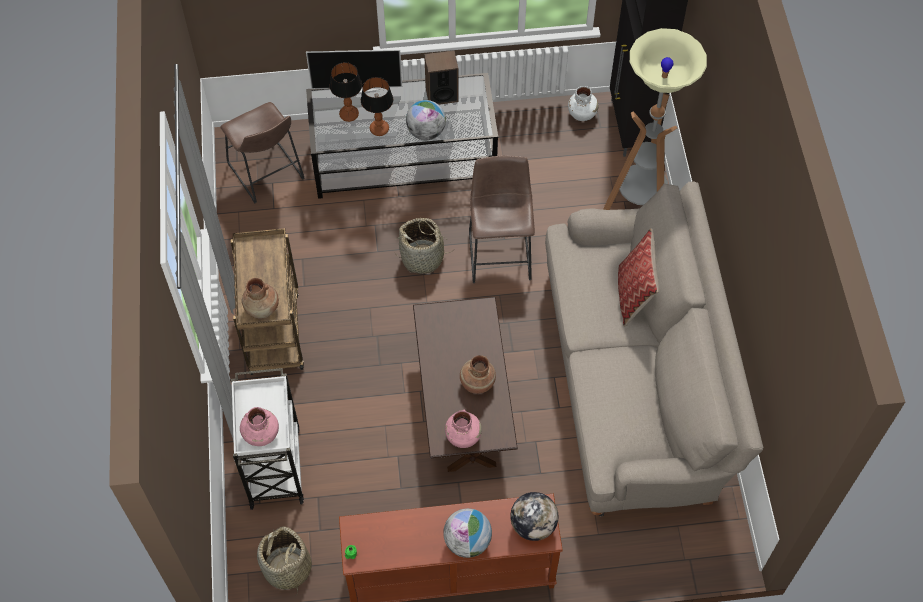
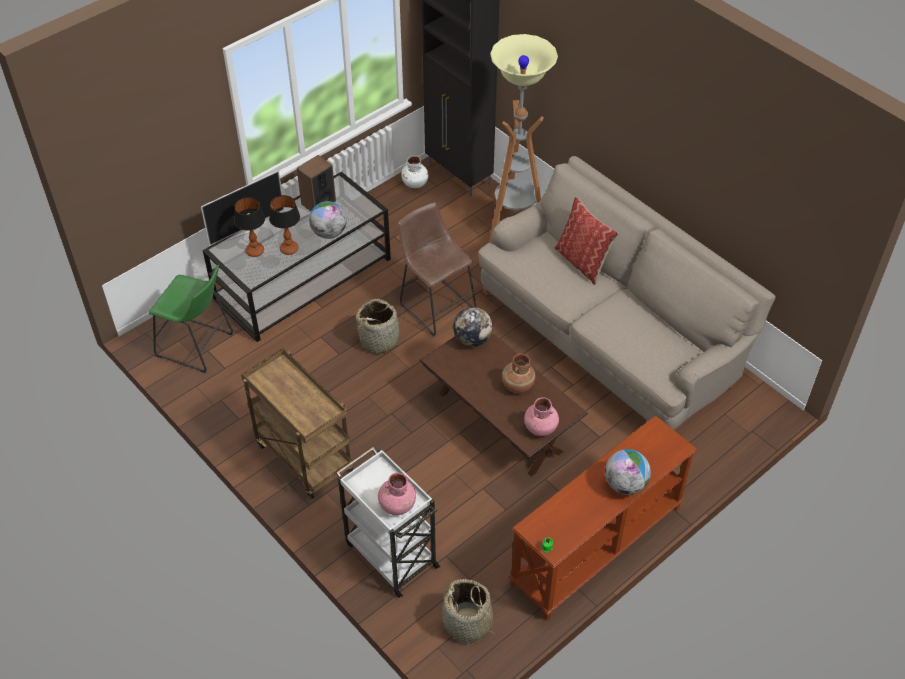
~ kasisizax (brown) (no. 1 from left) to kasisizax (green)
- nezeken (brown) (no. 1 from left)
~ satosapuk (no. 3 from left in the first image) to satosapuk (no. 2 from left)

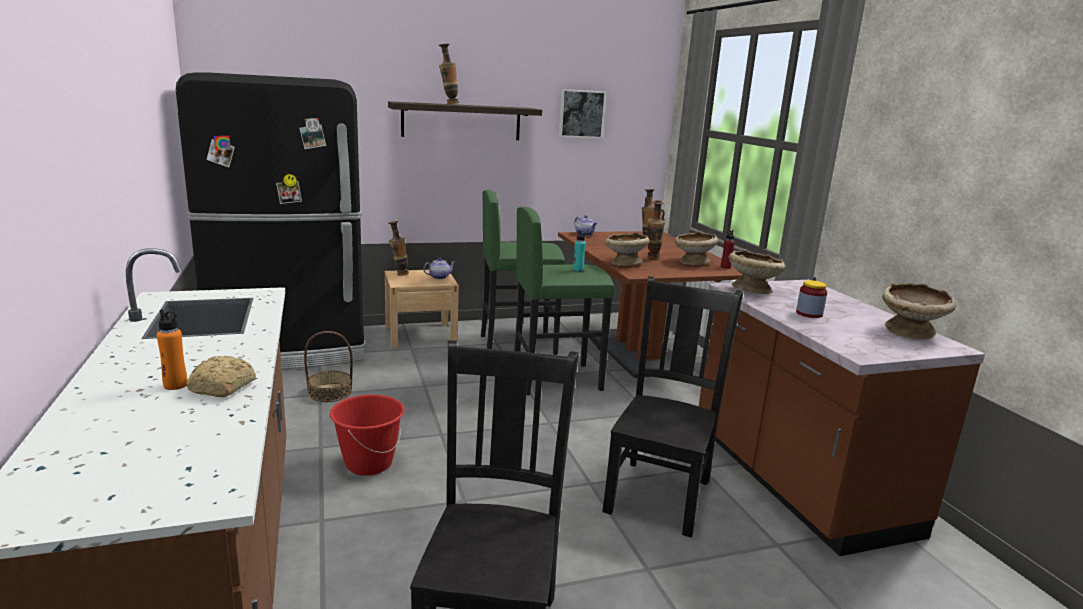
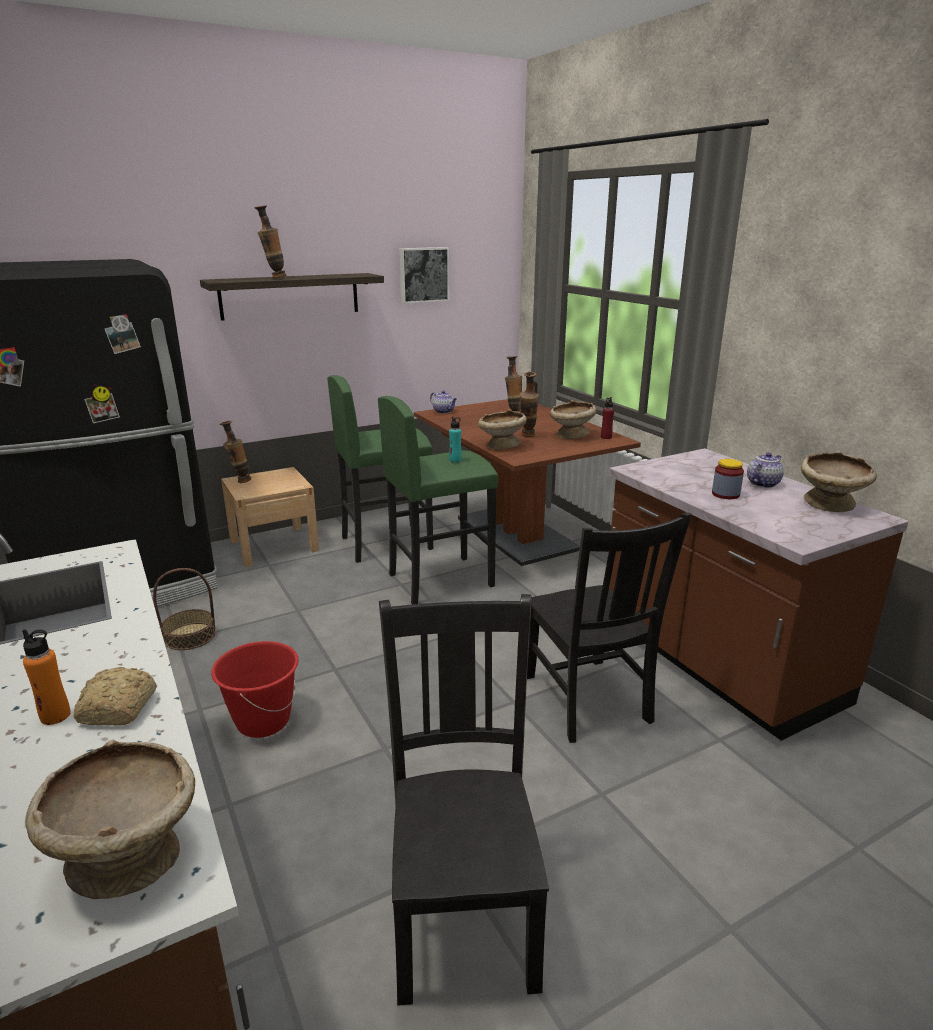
~ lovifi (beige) (no. 3 from left in the first image) to lovifi (beige) (no. 1 from left)
~ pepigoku (no. 1 from left in the first image) to pepigoku (no. 2 from left)
~ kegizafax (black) (no. 2 from left) 150 degrees clockwise

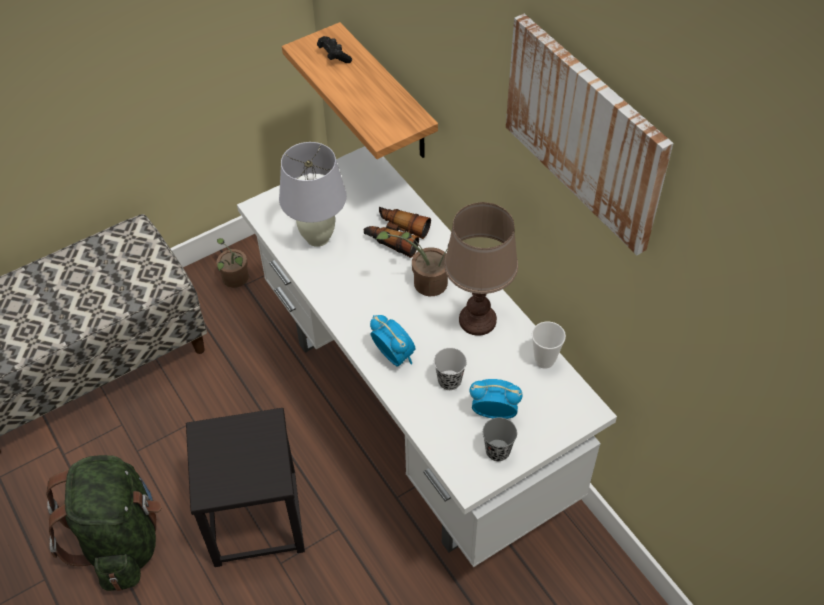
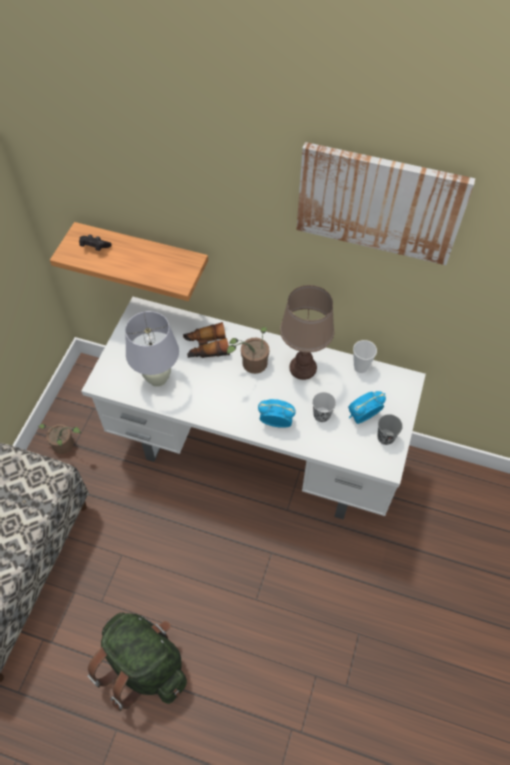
- kasisizax (black)

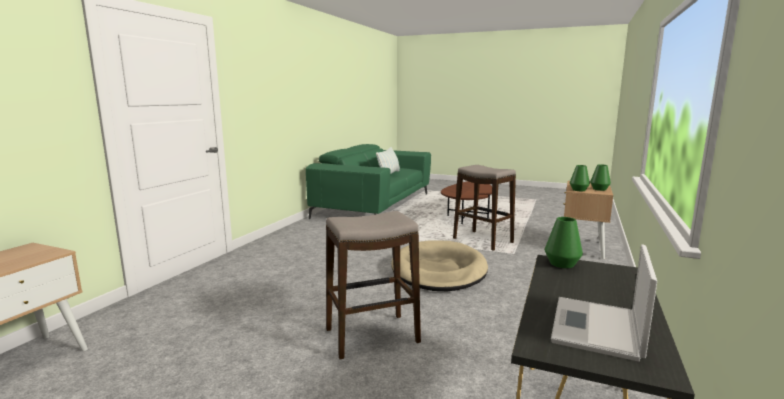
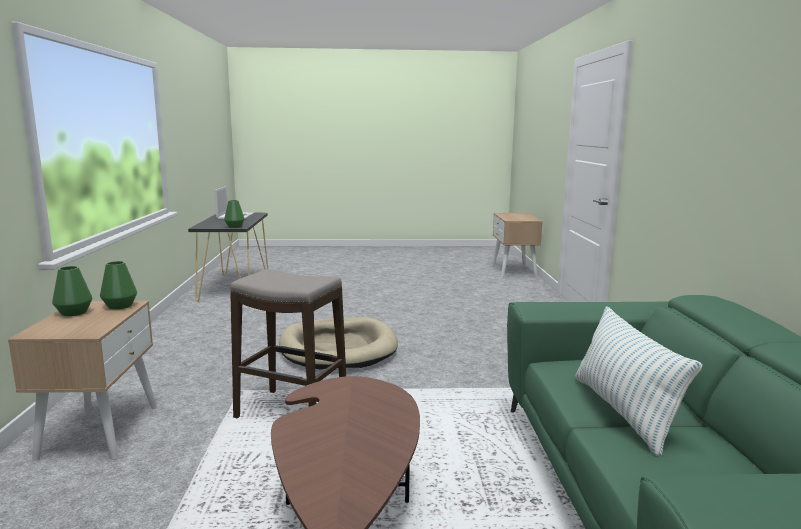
- kasisizax (no. 1 from left)

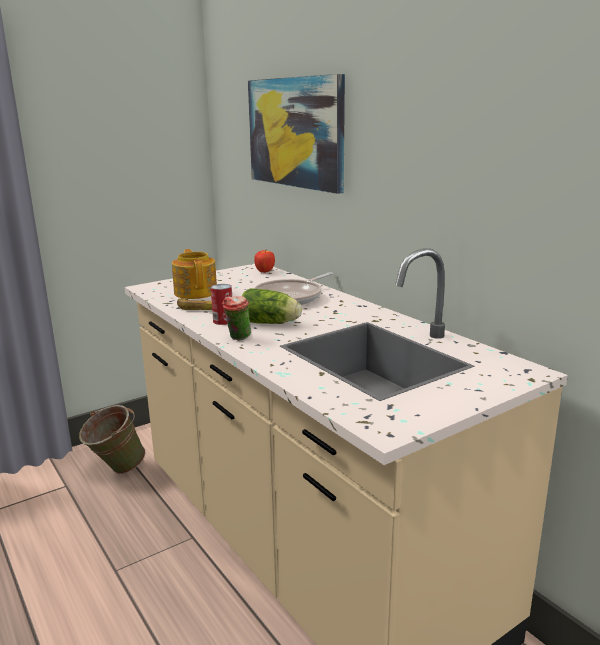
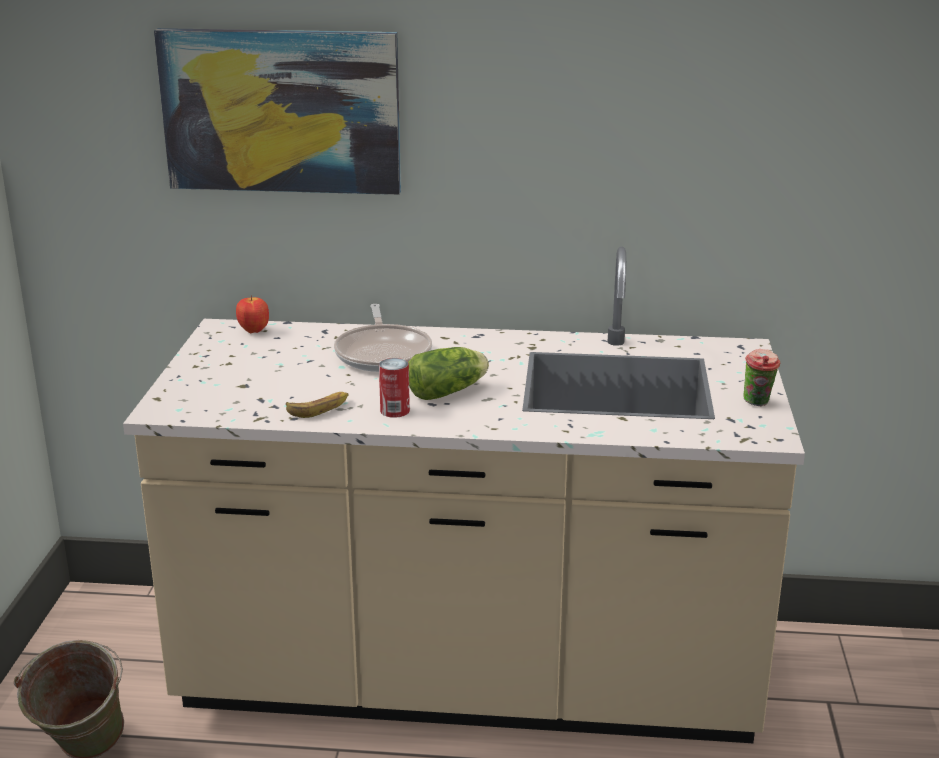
- pepigoku
~ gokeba

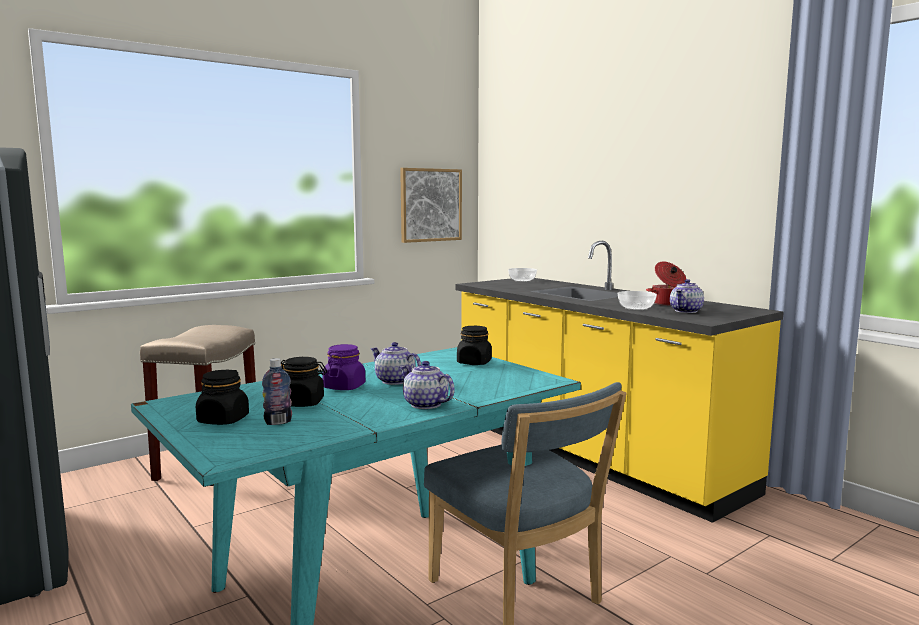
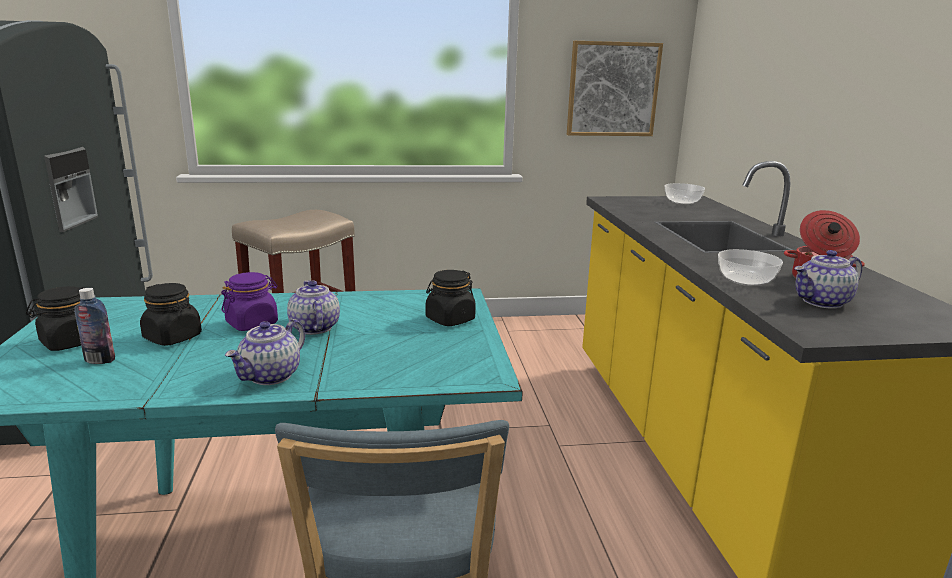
~ pepigoku (no. 2 from left in the first image) 135 degrees counterclockwise

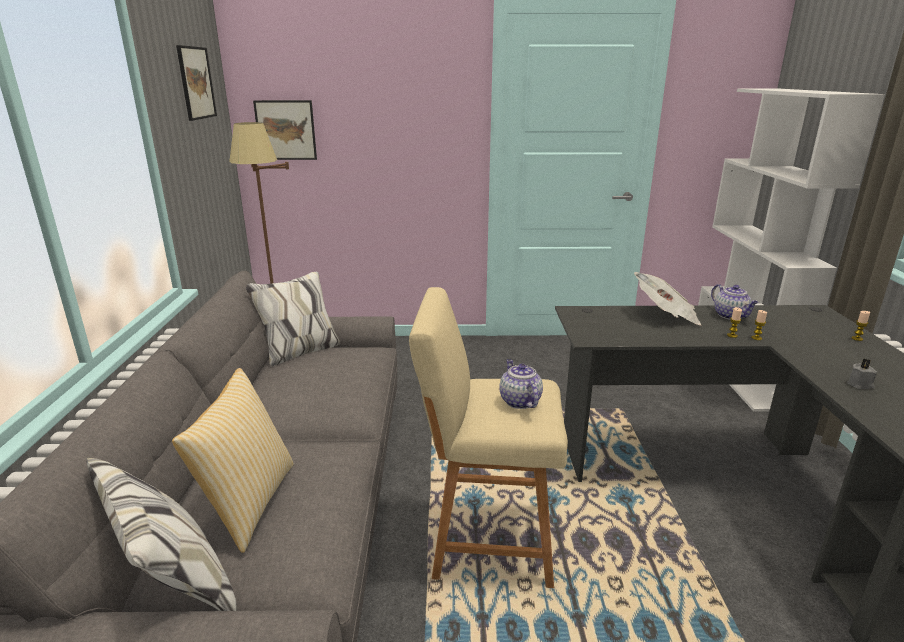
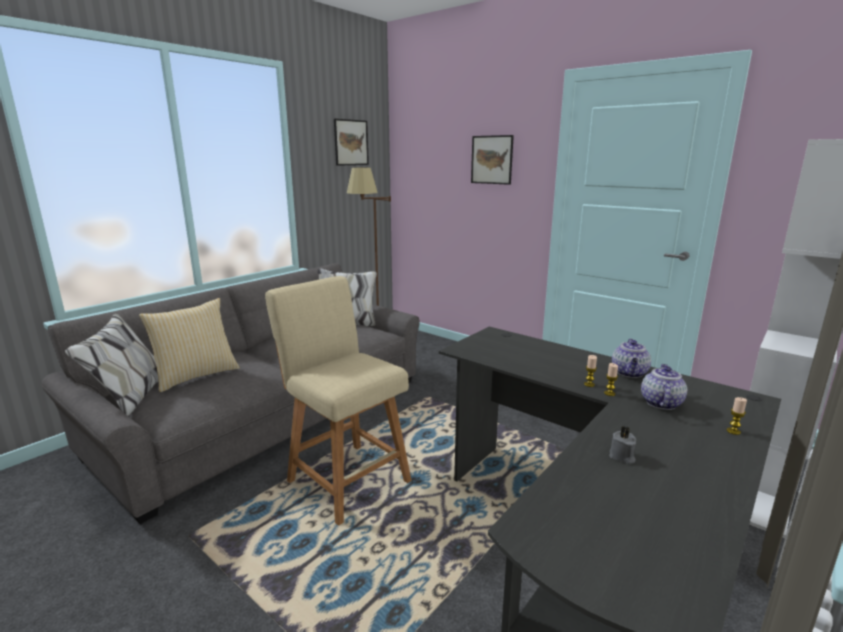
~ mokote (no. 2 from left)
- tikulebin
~ pepigoku (no. 1 from left in the first image) to pepigoku (no. 2 from left)

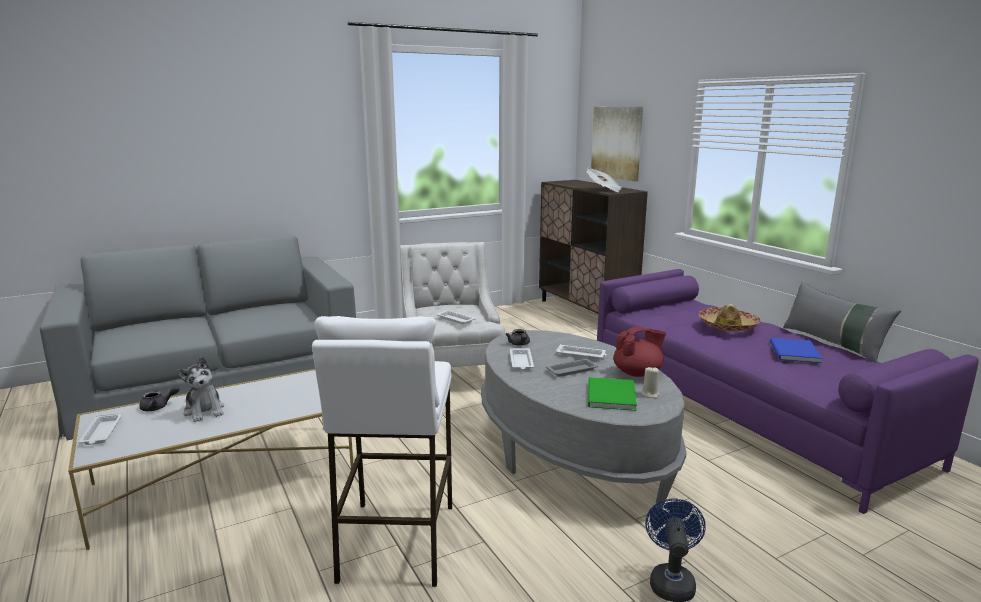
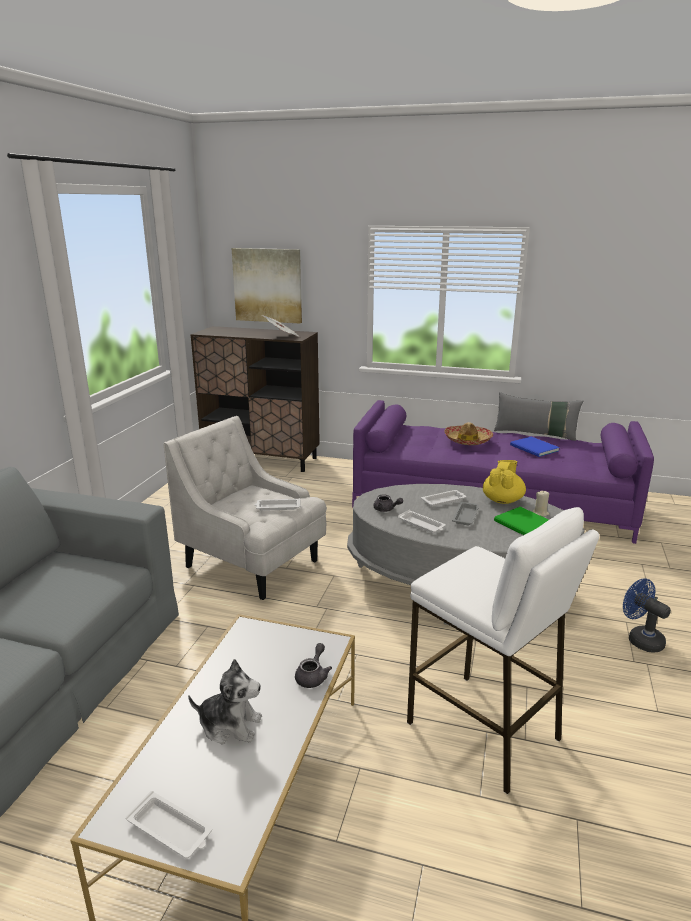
~ pepigoku (red) to pepigoku (yellow)
~ pepigoku (grey) (no. 1 from left)

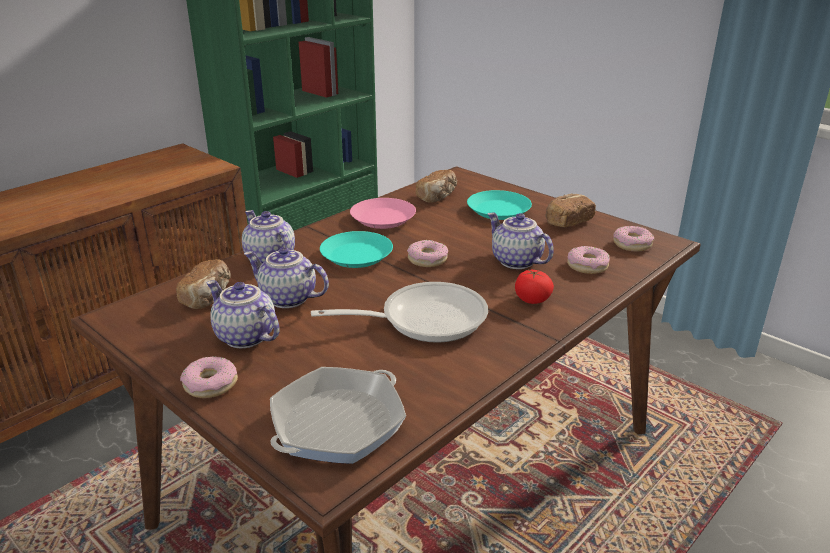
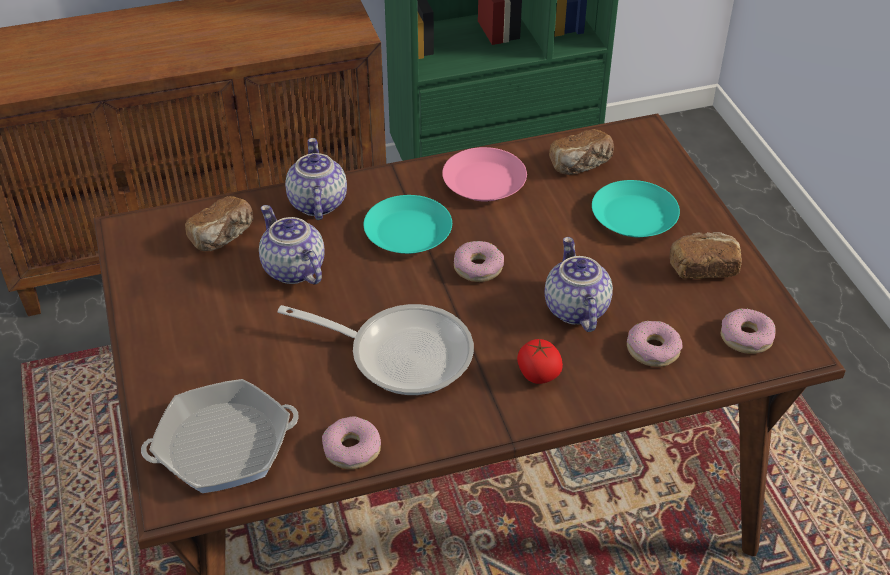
- pepigoku (no. 1 from left)
~ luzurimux (no. 1 from left)

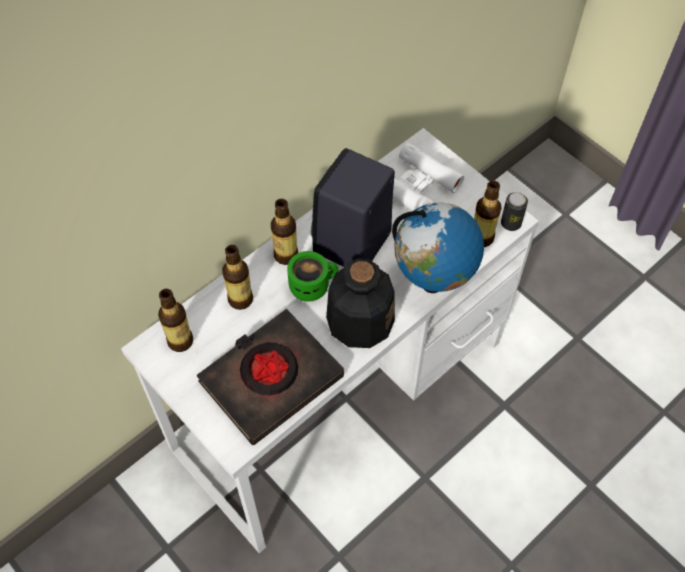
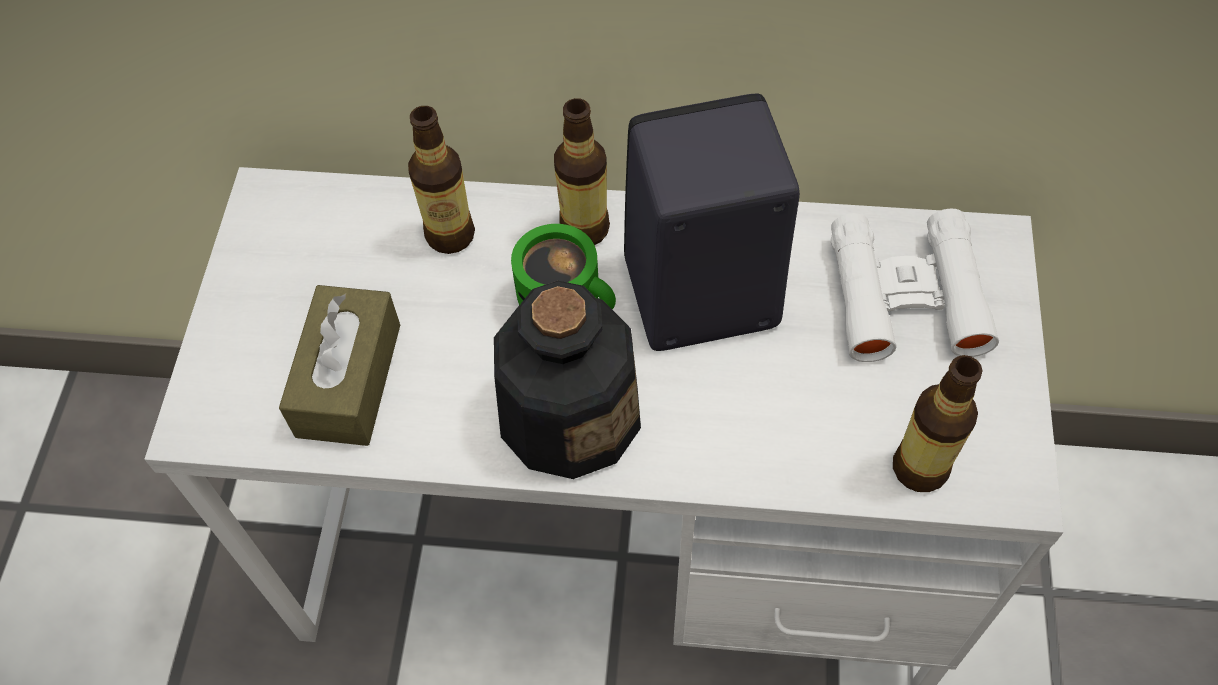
- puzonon
- satosapuk
- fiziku (no. 1 from left)
~ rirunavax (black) to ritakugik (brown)

